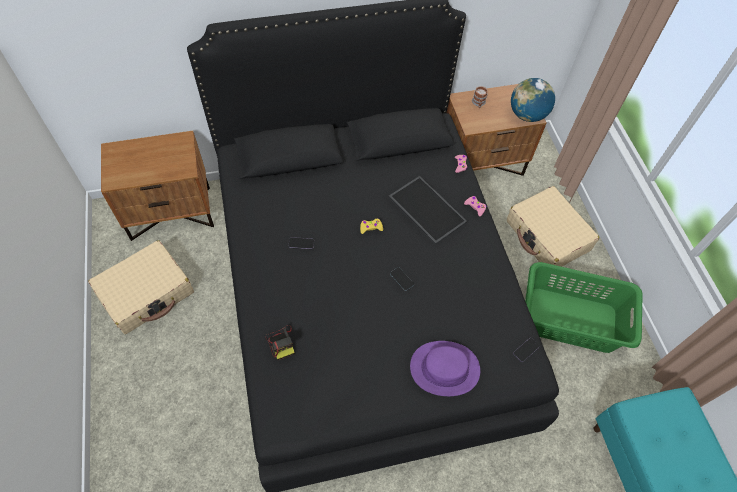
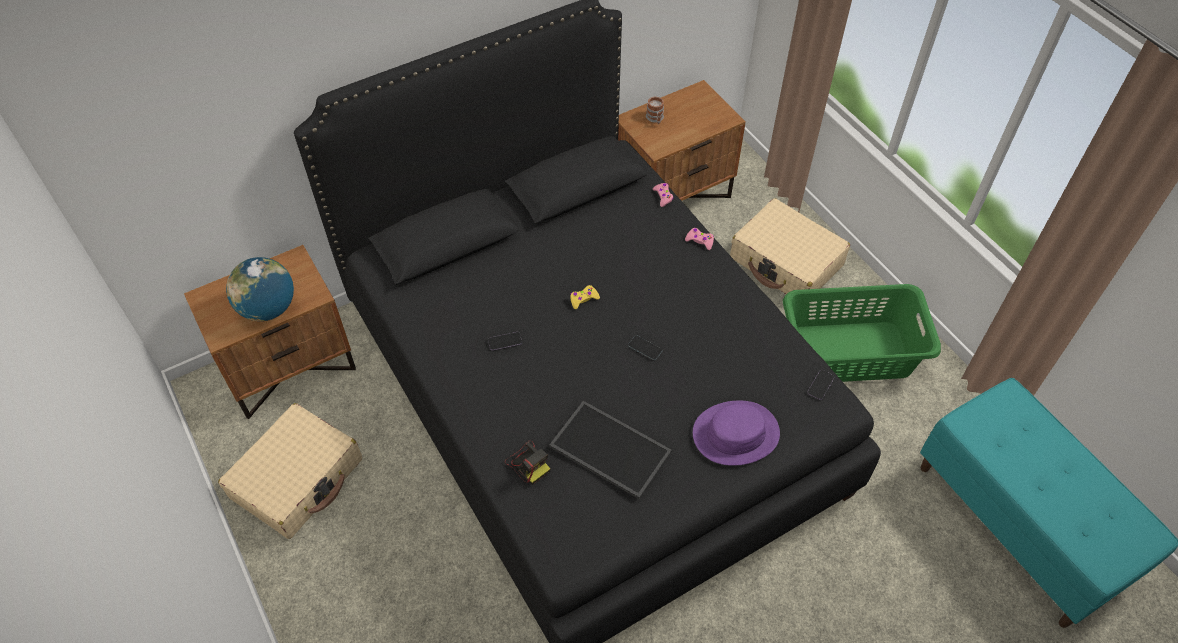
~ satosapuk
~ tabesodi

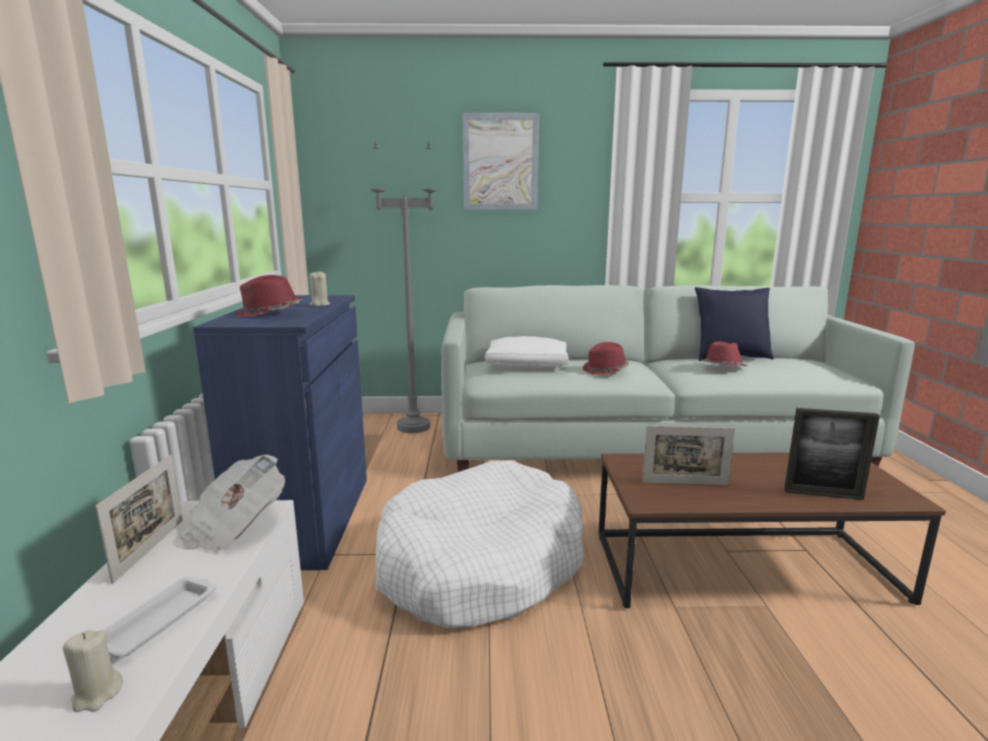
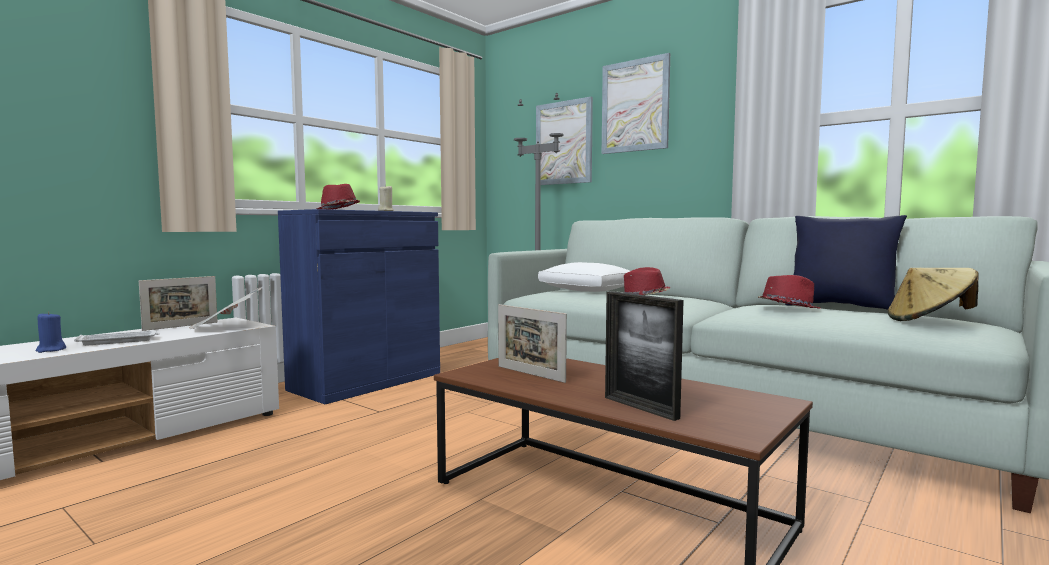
- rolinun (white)
~ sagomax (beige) (no. 1 from left) to sagomax (blue)
+ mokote (no. 1 from left)
+ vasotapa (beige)

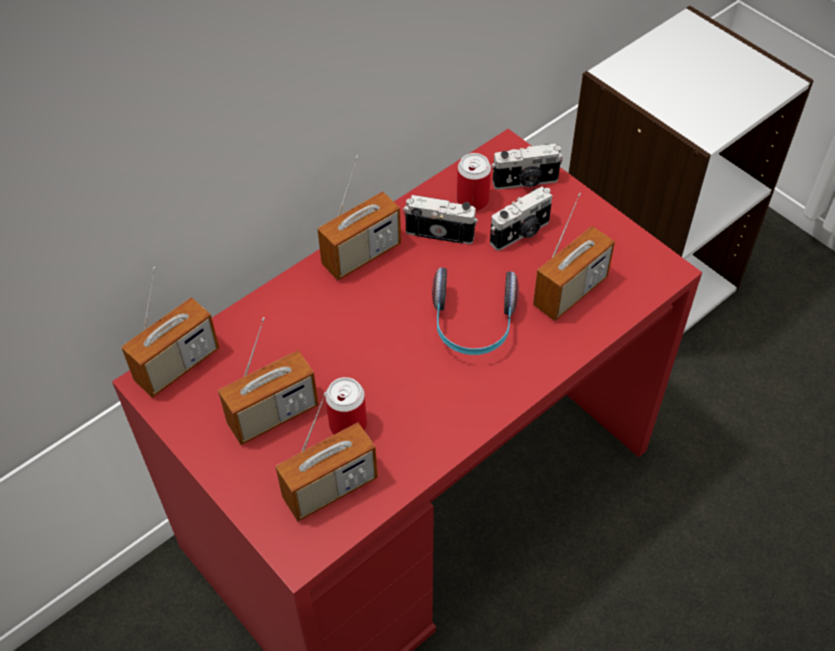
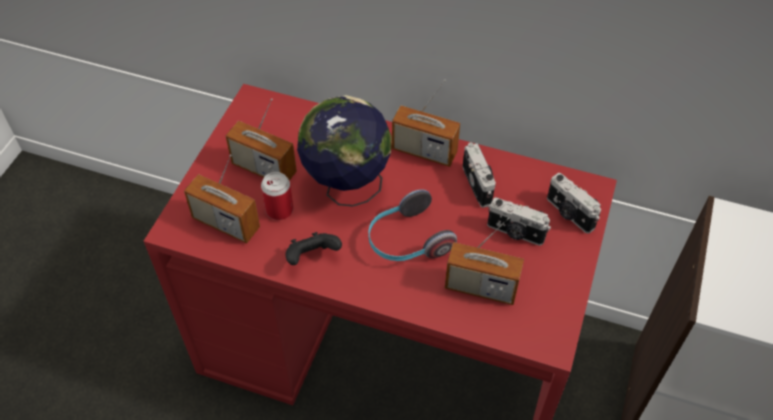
- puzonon (no. 2 from left)
- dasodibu (no. 1 from left)
+ satosapuk
+ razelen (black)

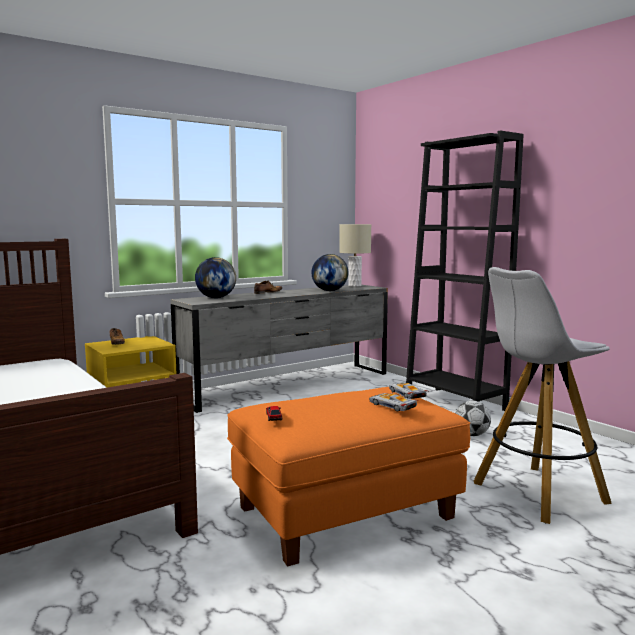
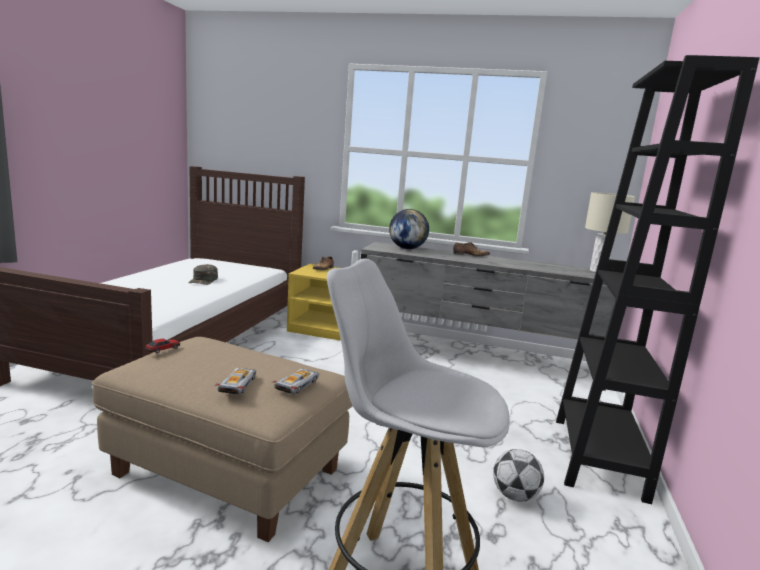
- satosapuk (no. 2 from left)
~ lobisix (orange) to lobisix (beige)
+ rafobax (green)

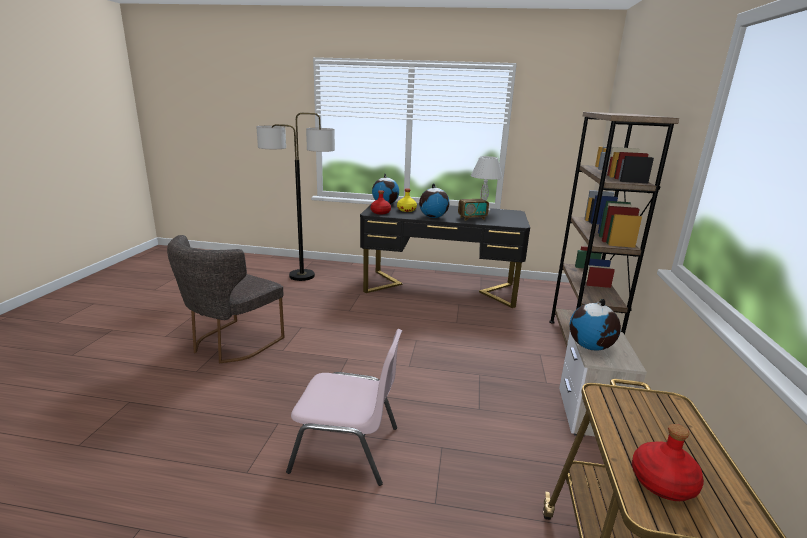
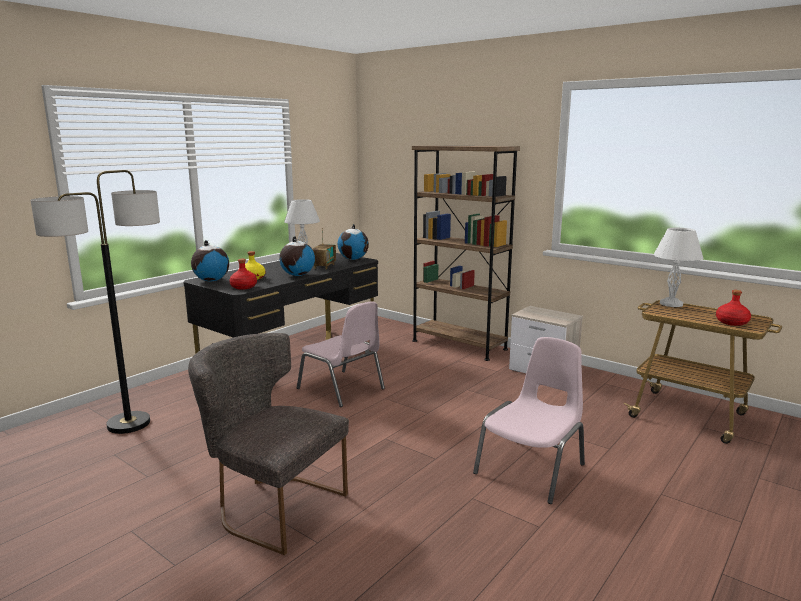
~ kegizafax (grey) 150 degrees clockwise
~ satosapuk (no. 3 from left)
+ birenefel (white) (no. 2 from left)
+ kegizafax (pink) (no. 1 from left)

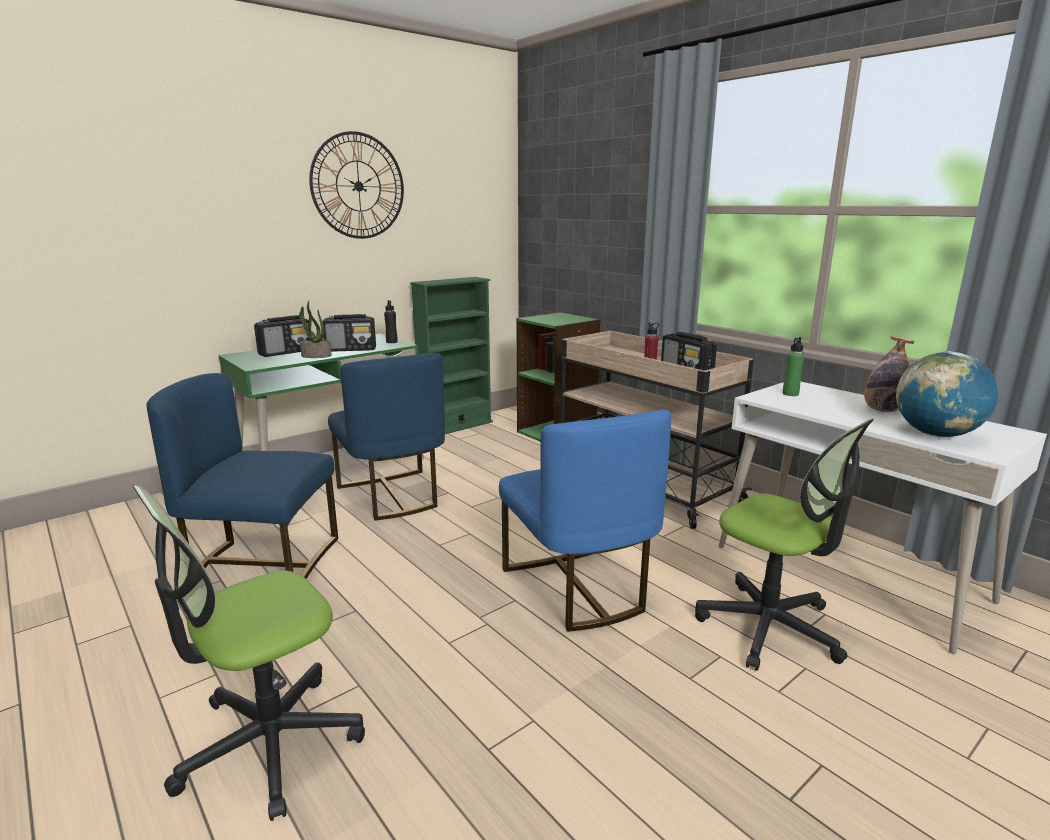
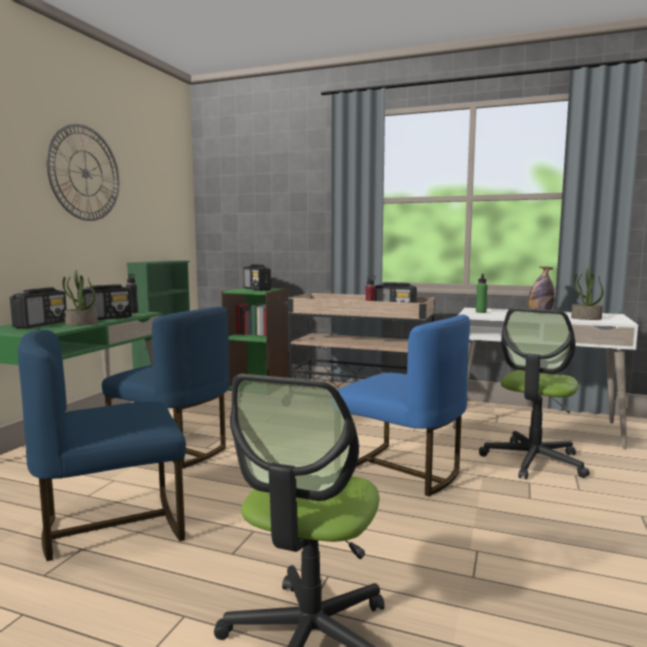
~ satosapuk to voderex (no. 2 from left)
~ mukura (no. 2 from left) 105 degrees clockwise
+ dasodibu (no. 3 from left)

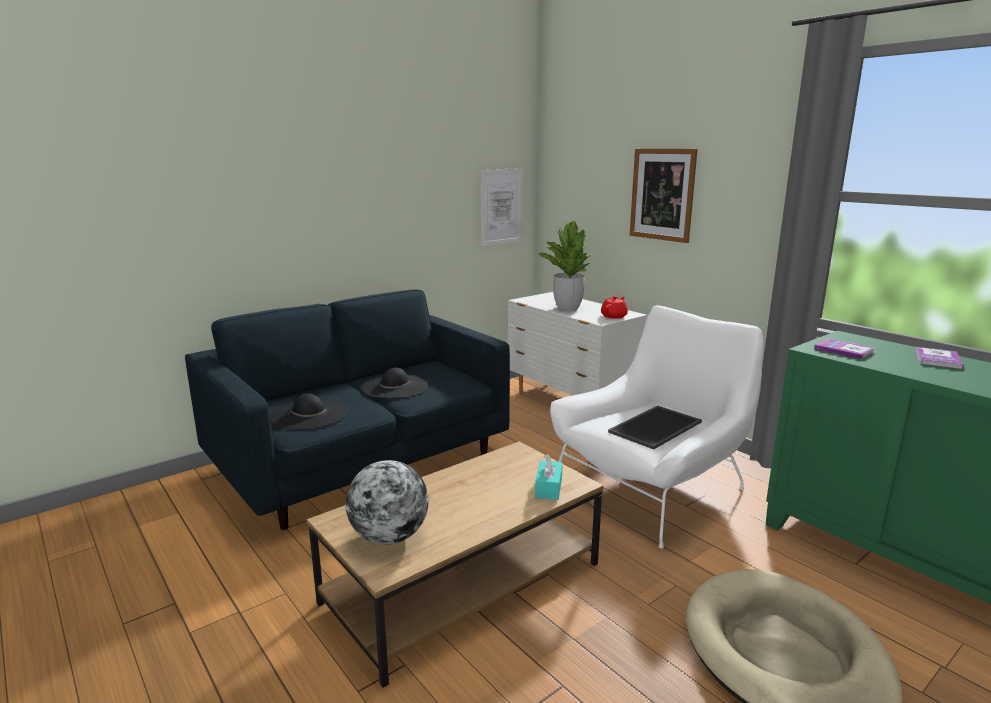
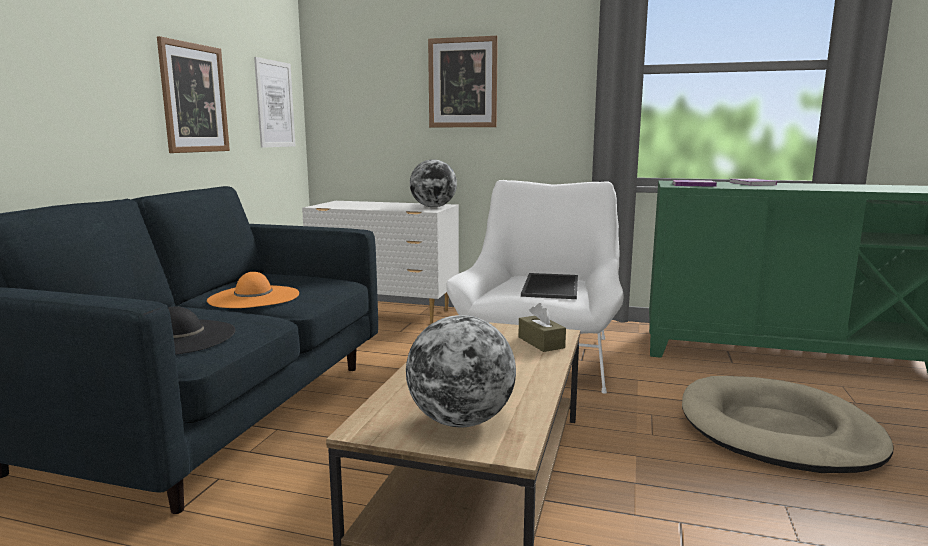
- voderex
~ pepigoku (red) to satosapuk (no. 1 from left)
~ vasotapa (black) (no. 2 from left) to vasotapa (orange)
~ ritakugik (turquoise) to ritakugik (brown)
+ mokote (no. 1 from left)

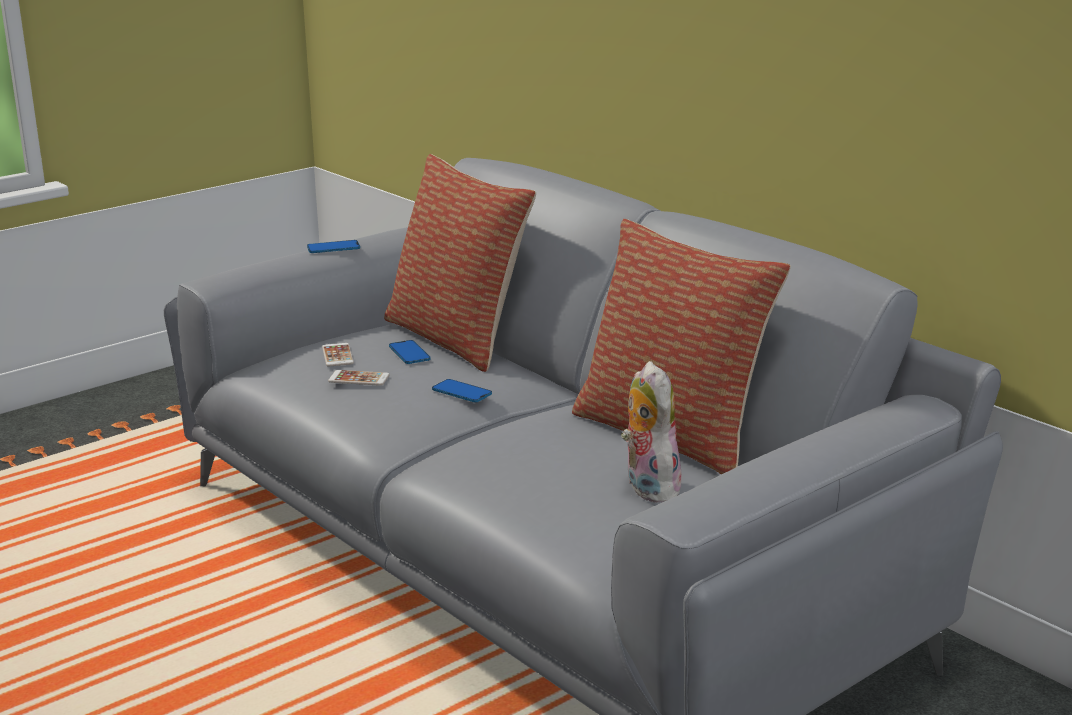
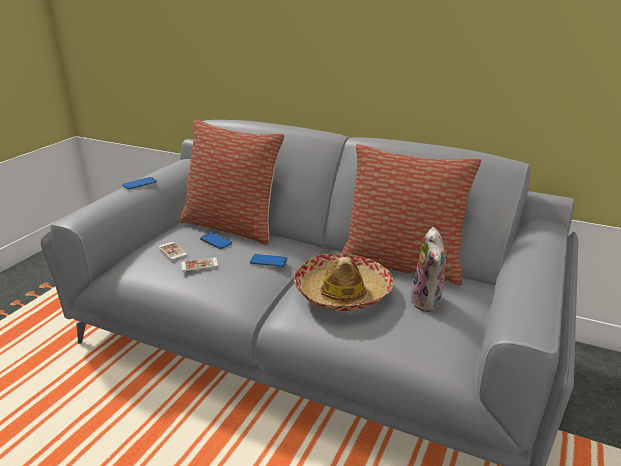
~ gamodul 135 degrees counterclockwise
+ vasotapa

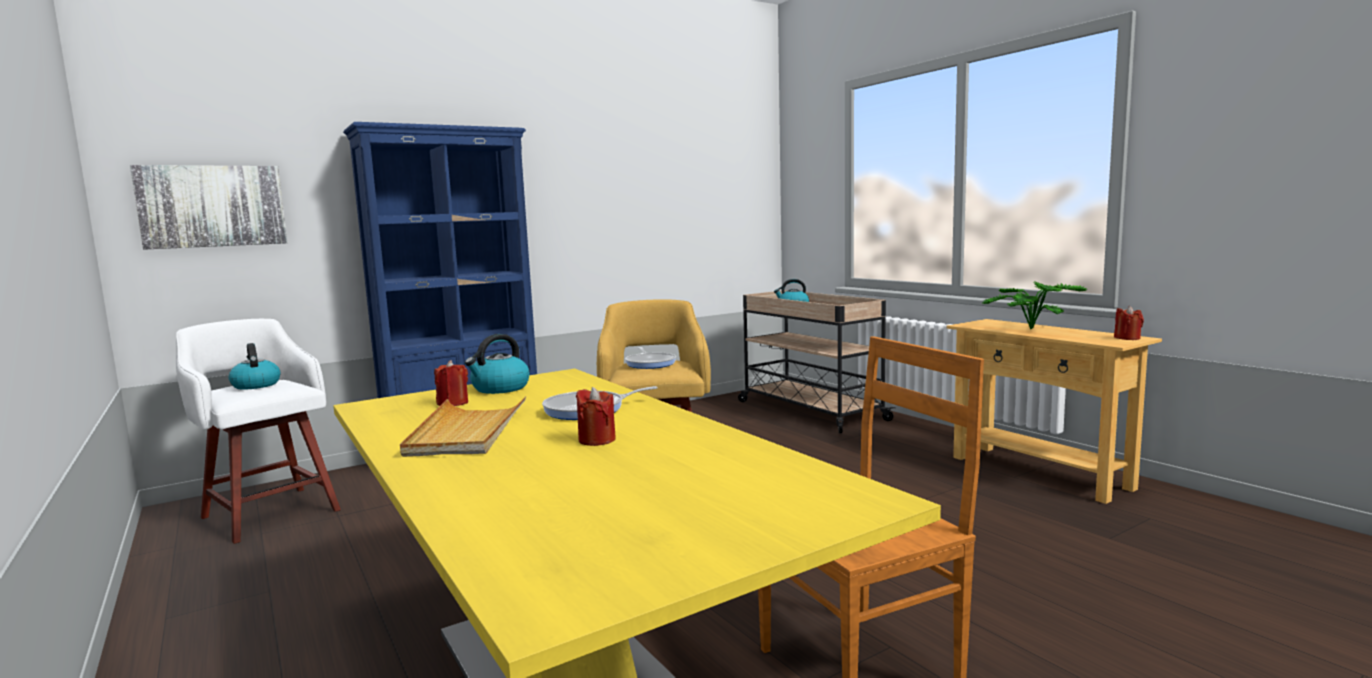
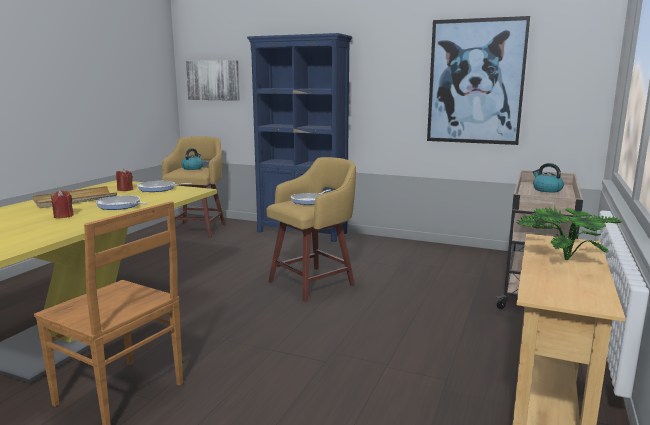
- sagomax (red) (no. 3 from left)
~ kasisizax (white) to kasisizax (yellow) (no. 1 from left)
~ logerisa (no. 2 from left) to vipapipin (no. 2 from left)
+ mokote (no. 2 from left)

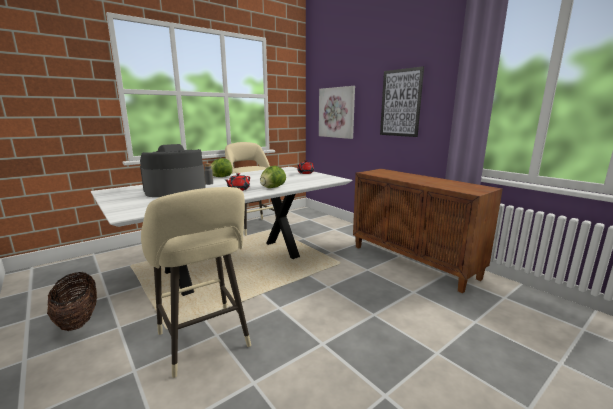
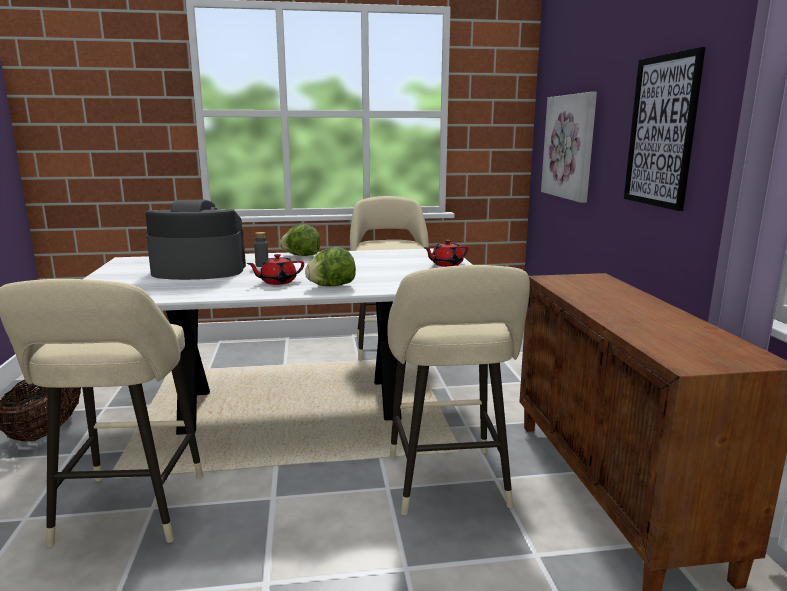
+ kasisizax (beige) (no. 3 from left)

